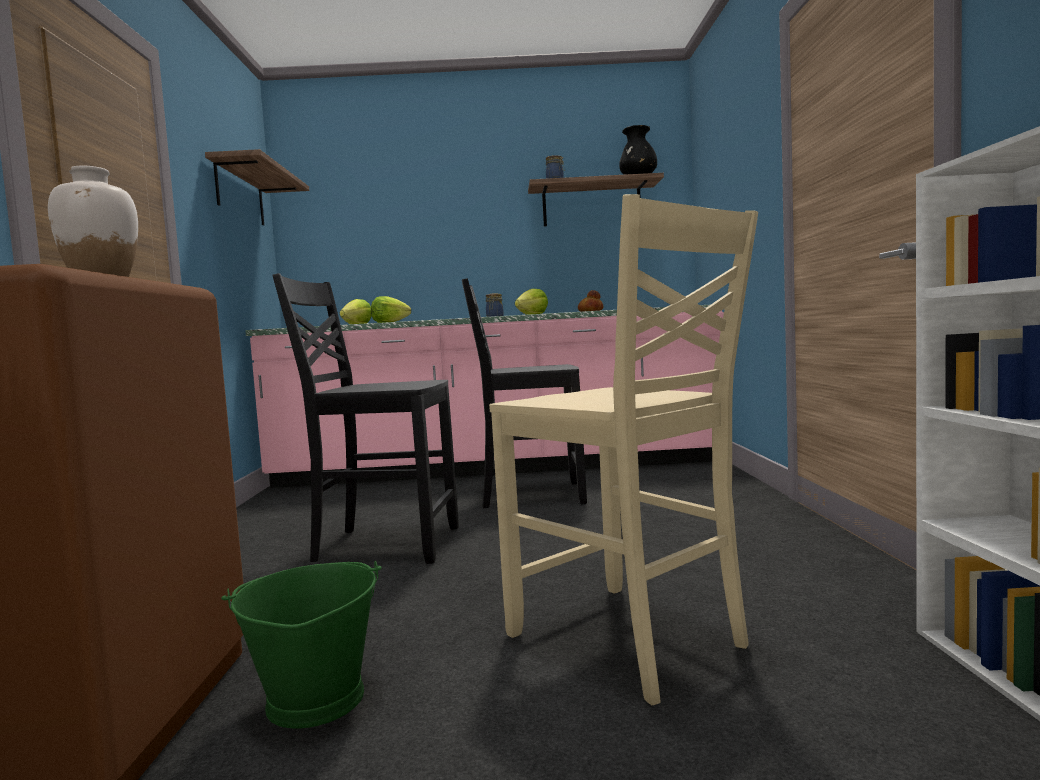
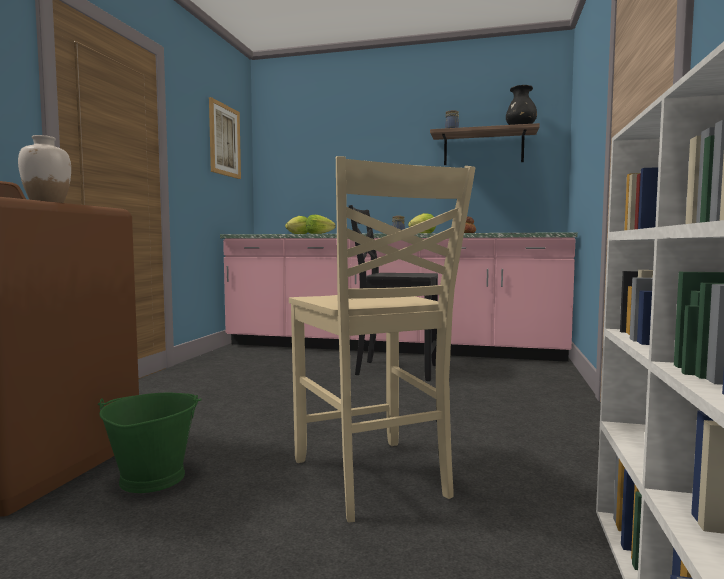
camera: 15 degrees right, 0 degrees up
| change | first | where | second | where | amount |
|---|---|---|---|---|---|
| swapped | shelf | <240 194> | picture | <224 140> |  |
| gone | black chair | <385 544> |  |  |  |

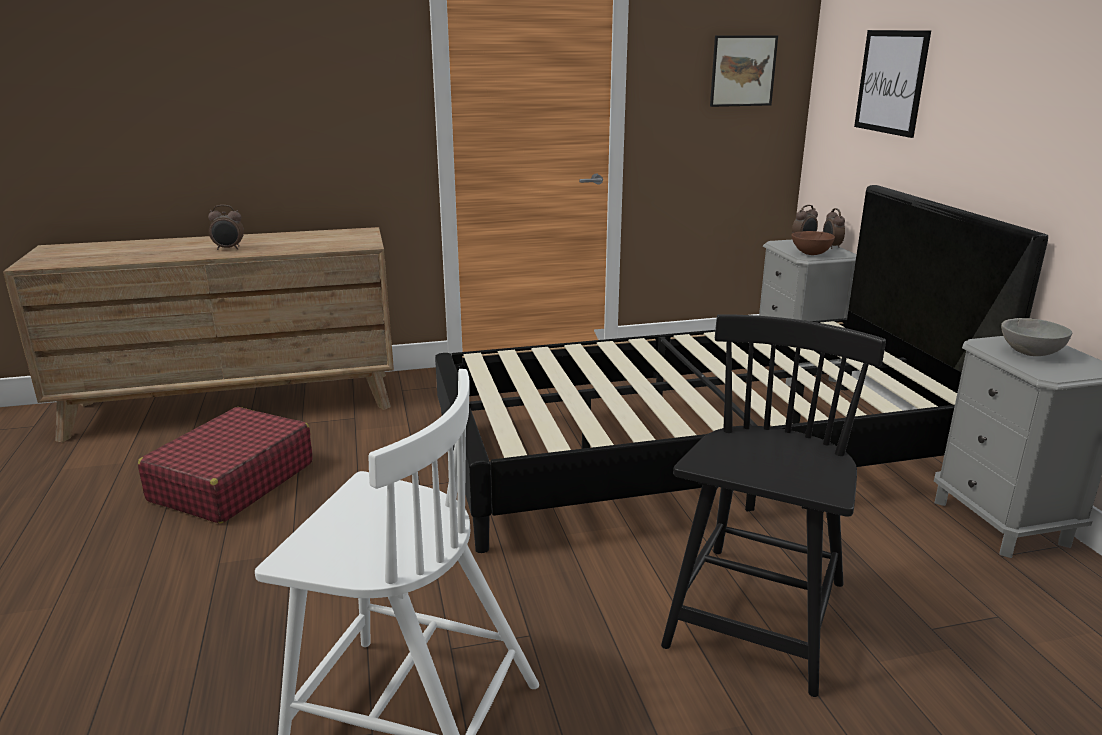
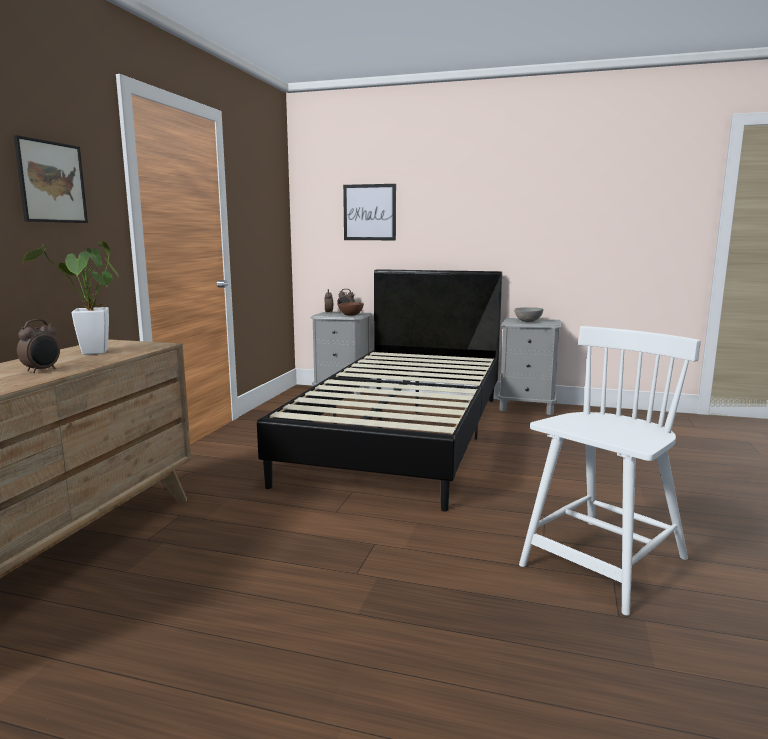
camera: 60 degrees left, 10 degrees down
| change | first | where | second | where | amount |
|---|---|---|---|---|---|
| shifted | picture | <743 71> |  | <51 182> |  |
| new |  |  | potted plant | <93 353> |  |
| gone | red suitcase | <232 482> |  |  |  |
| gone | black chair | <757 617> |  |  |  |

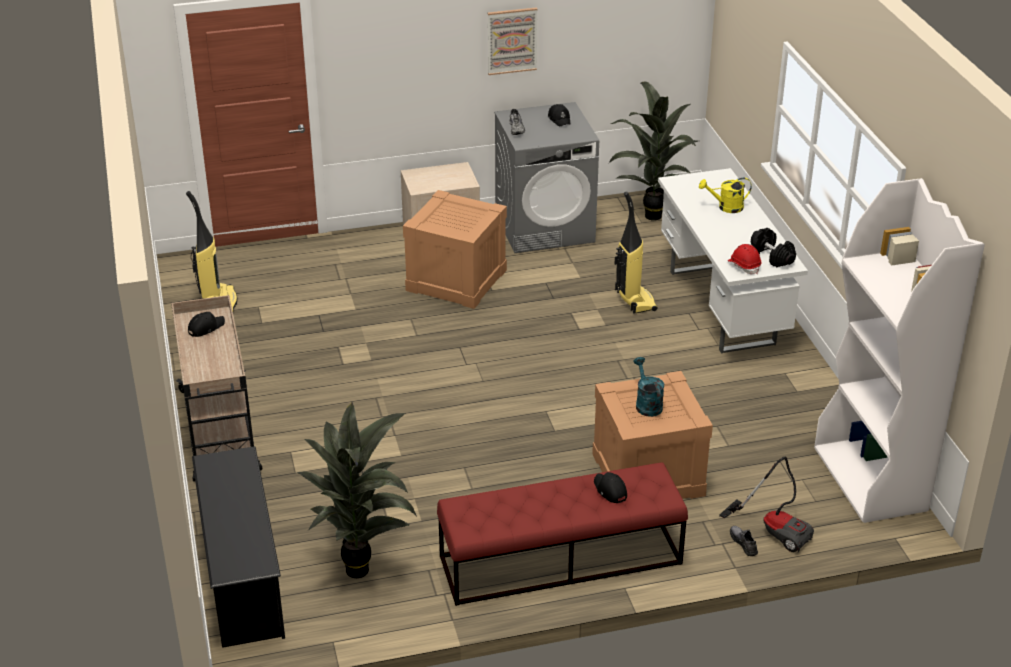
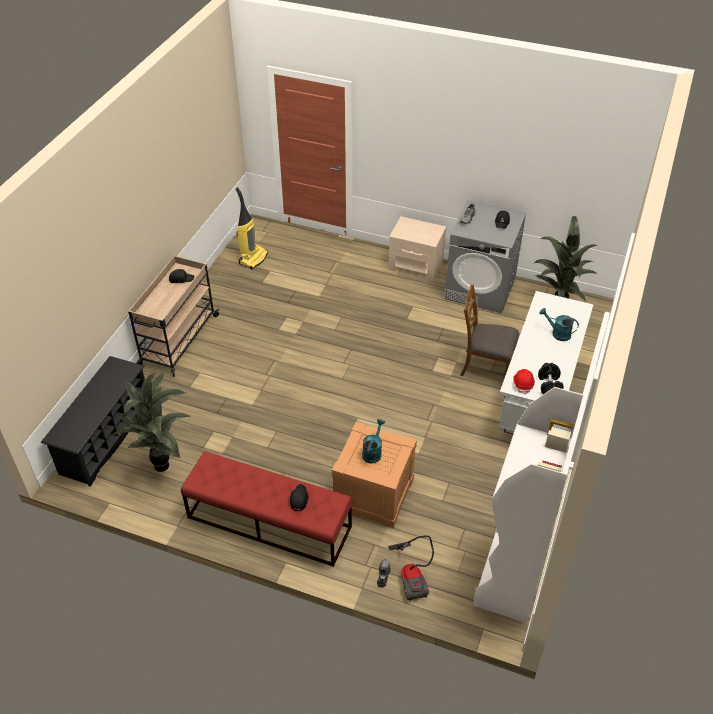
camera: 35 degrees right, 10 degrees up
| change | first | where | second | where | amount |
|---|---|---|---|---|---|
| swapped | vacuum cleaner | <634 300> | brown chair | <485 366> |  |
| repainted | yellow watering can | <726 207> | turquoise watering can | <557 333> |  |
| gone | crate | <457 280> |  |  |  |
| gone | picture | <512 40> |  |  |  |

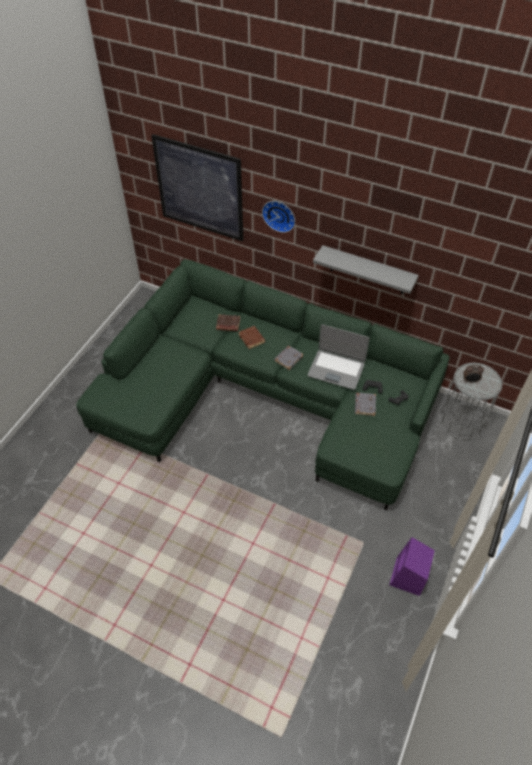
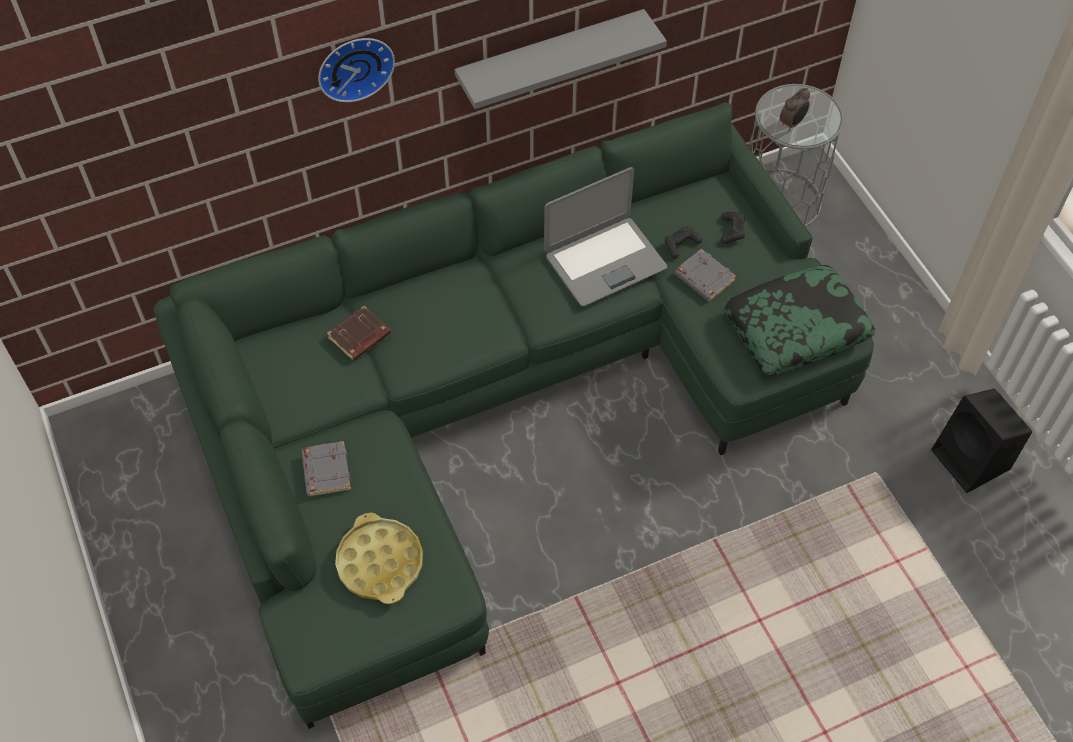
camera: 50 degrees left, 5 degrees up
| change | first | where | second | where | amount |
|---|---|---|---|---|---|
| shifted | grey book | <288 358> |  | <325 471> |  |
| new |  |  | yellow tray | <380 562> |  |
| new |  |  | pillow | <796 328> |  |
| repainted | purple speaker | <408 577> | black speaker | <972 461> |  |
| gone | picture | <199 188> |  |  |  |
| gone | brown book | <252 339> |  |  |  |

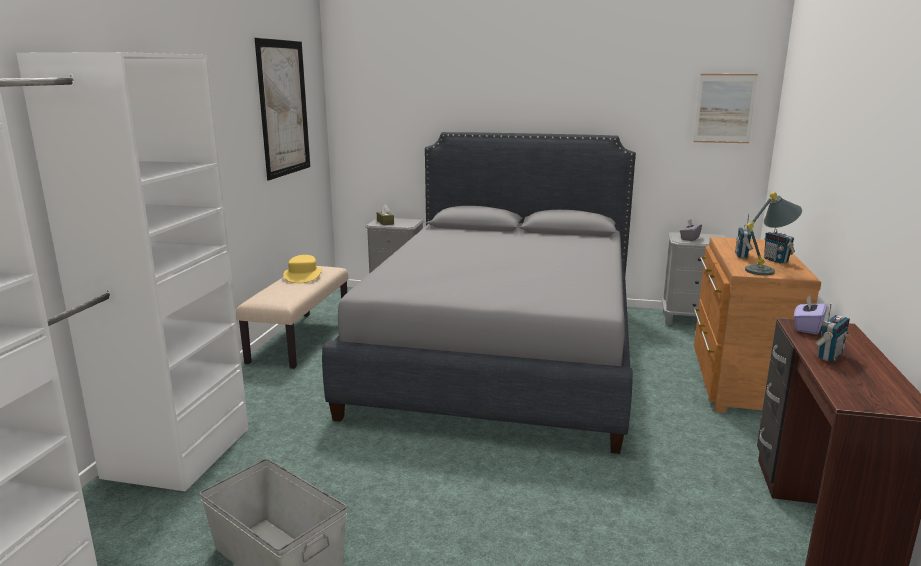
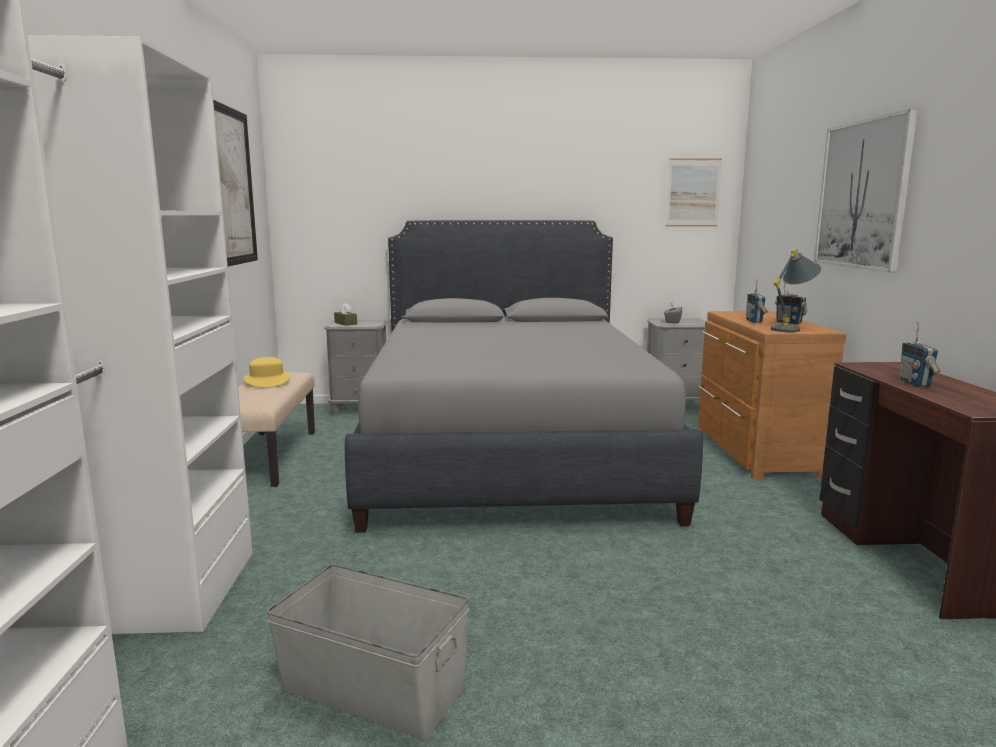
camera: 15 degrees left, 5 degrees down
| change | first | where | second | where | amount |
|---|---|---|---|---|---|
| new |  |  | picture | <862 195> |  |
| rotated | radio | <829 356> |  | <915 383> | 150 degrees clockwise |
| gone | purple tissue box | <807 327> |  |  |  |

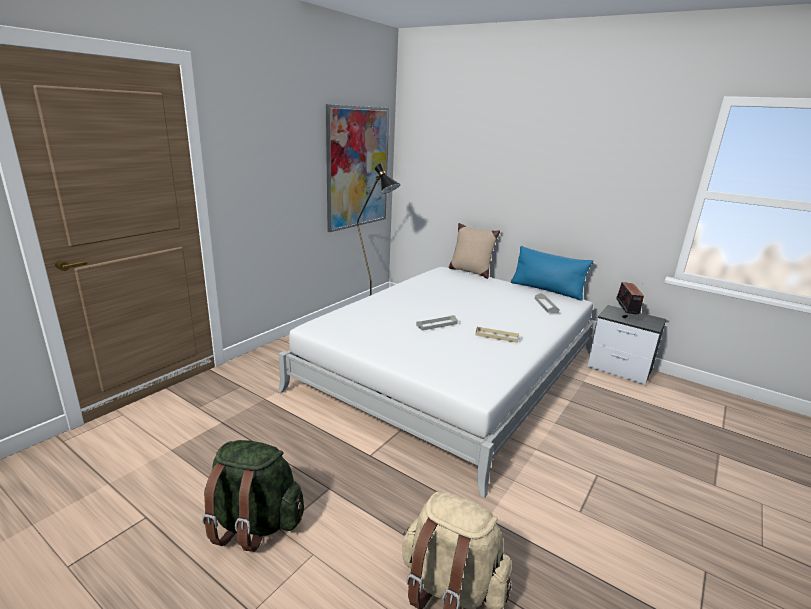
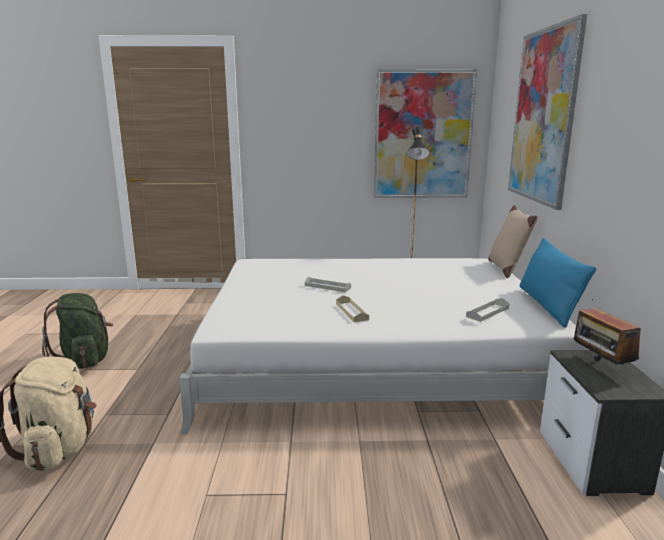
camera: 55 degrees right, 5 degrees down
| change | first | where | second | where | amount |
|---|---|---|---|---|---|
| new |  |  | picture | <543 116> |  |
| rotated | radio | <625 316> |  | <600 366> | 105 degrees clockwise |

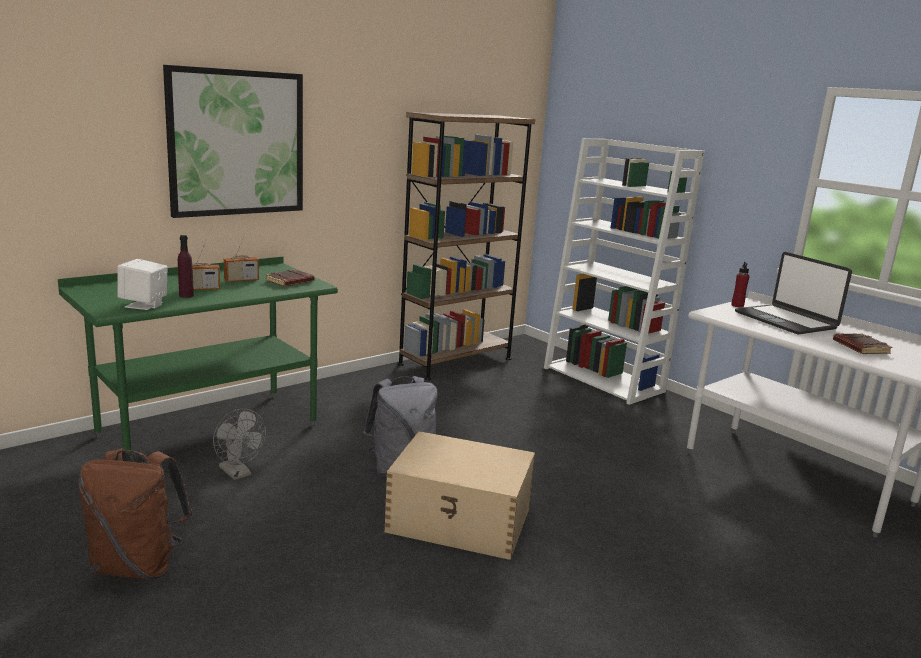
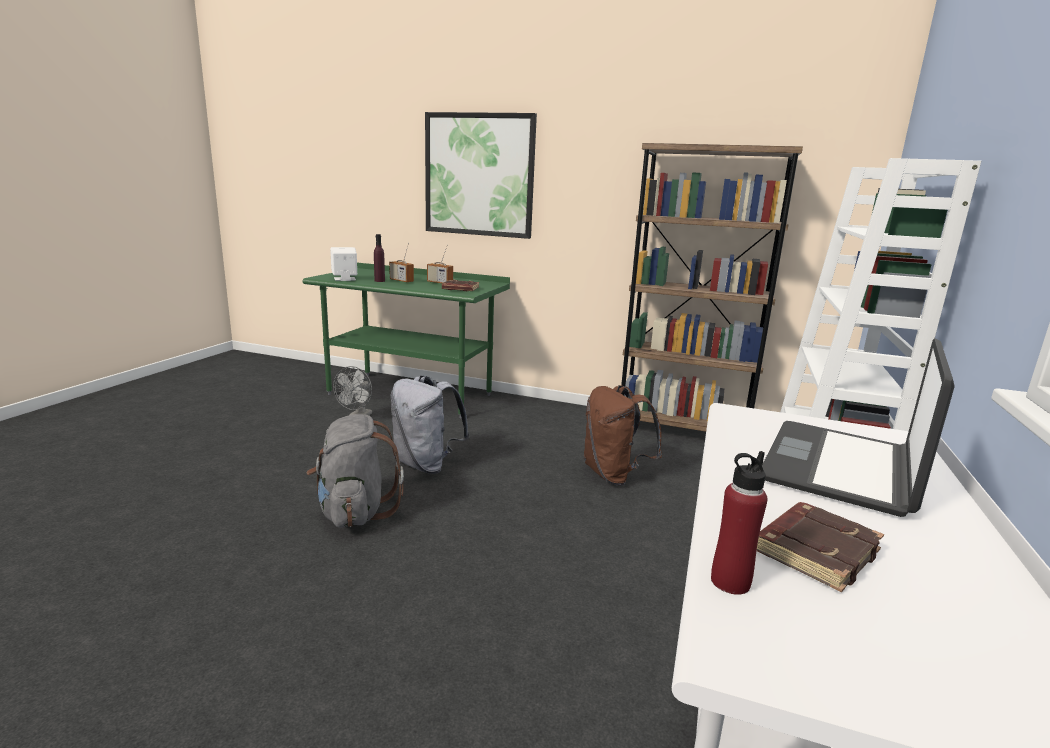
camera: 60 degrees right, 0 degrees up
| change | first | where | second | where | amount |
|---|---|---|---|---|---|
| swapped | beige storage box | <460 521> | grey backpack | <355 512> |  |
| shifted | brown backpack | <138 566> |  | <614 475> |  |
| shifted | red bottle | <737 305> |  | <730 582> |  |

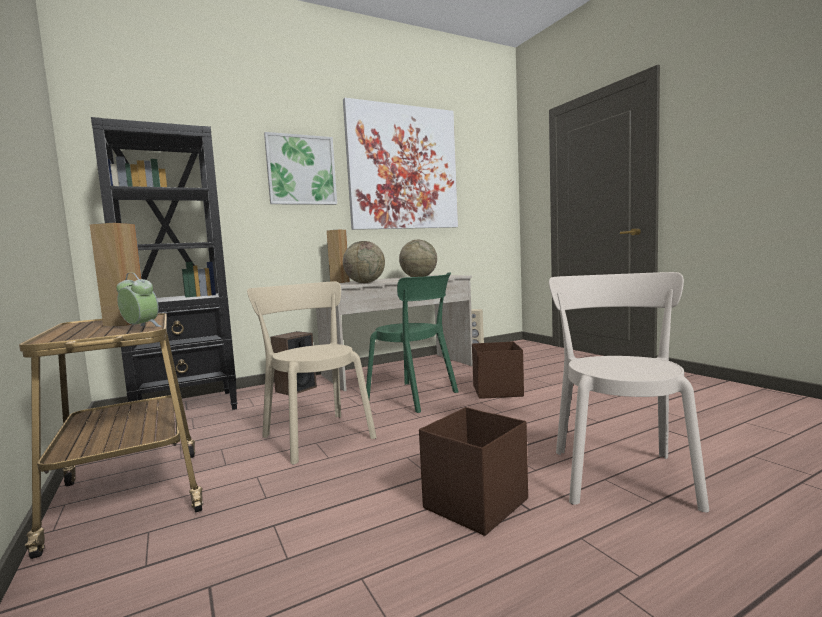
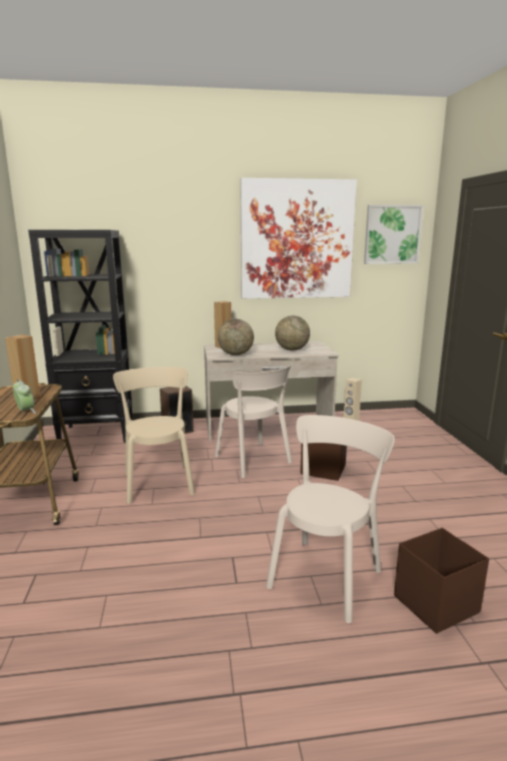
camera: 20 degrees right, 10 degrees up
| change | first | where | second | where | amount |
|---|---|---|---|---|---|
| repainted | green chair | <416 397> | beige chair | <254 461> |  |
| shifted | picture | <301 170> |  | <392 234> |  |
| shifted | brown storage box | <474 504> |  | <434 604> |  |

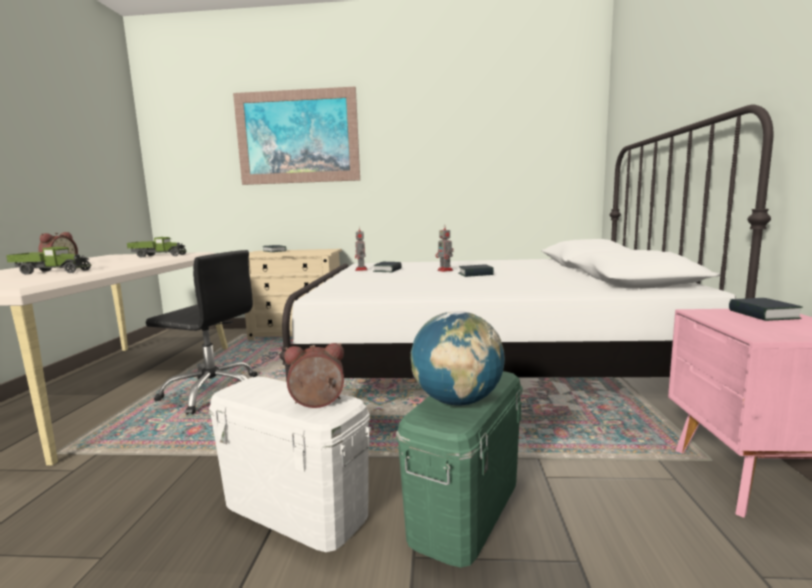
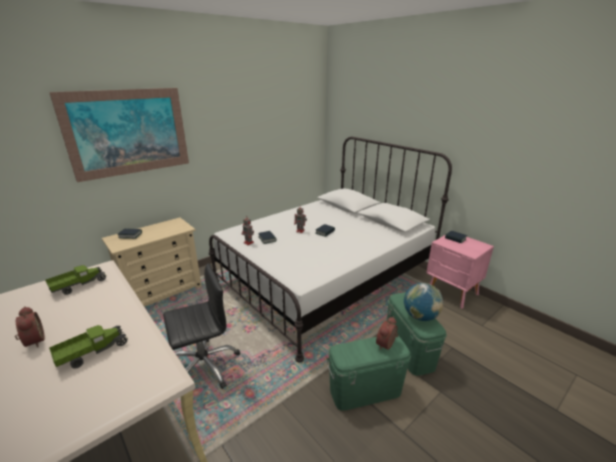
camera: 45 degrees left, 15 degrees up
| change | first | where | second | where | amount |
|---|---|---|---|---|---|
| repainted | white storage box | <294 508> | green storage box | <365 391> |  |

